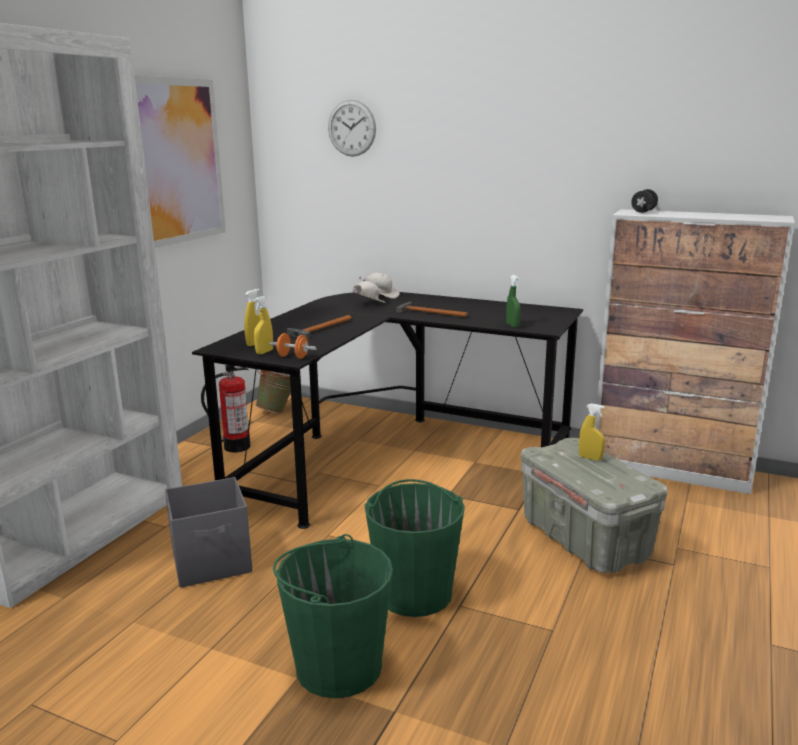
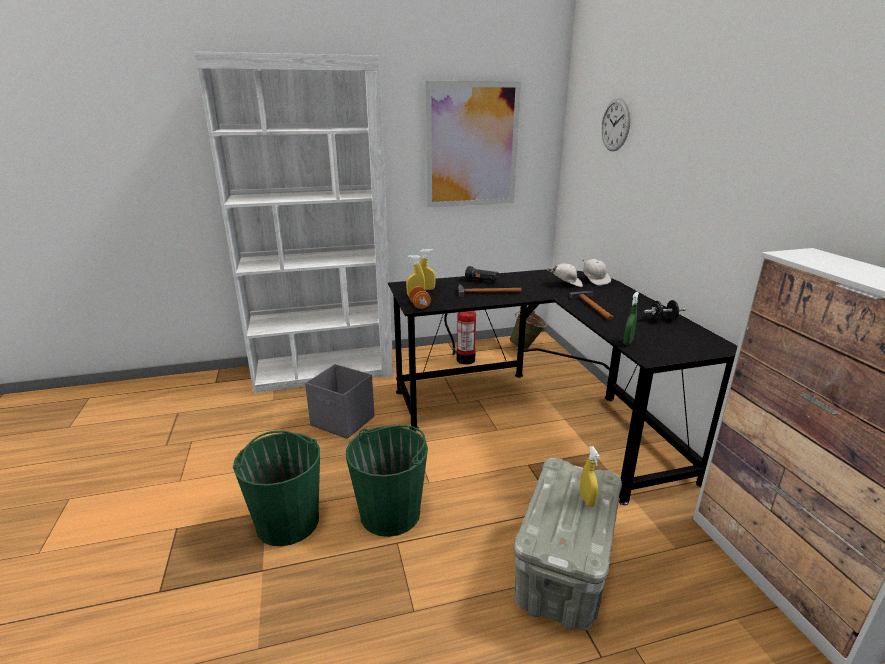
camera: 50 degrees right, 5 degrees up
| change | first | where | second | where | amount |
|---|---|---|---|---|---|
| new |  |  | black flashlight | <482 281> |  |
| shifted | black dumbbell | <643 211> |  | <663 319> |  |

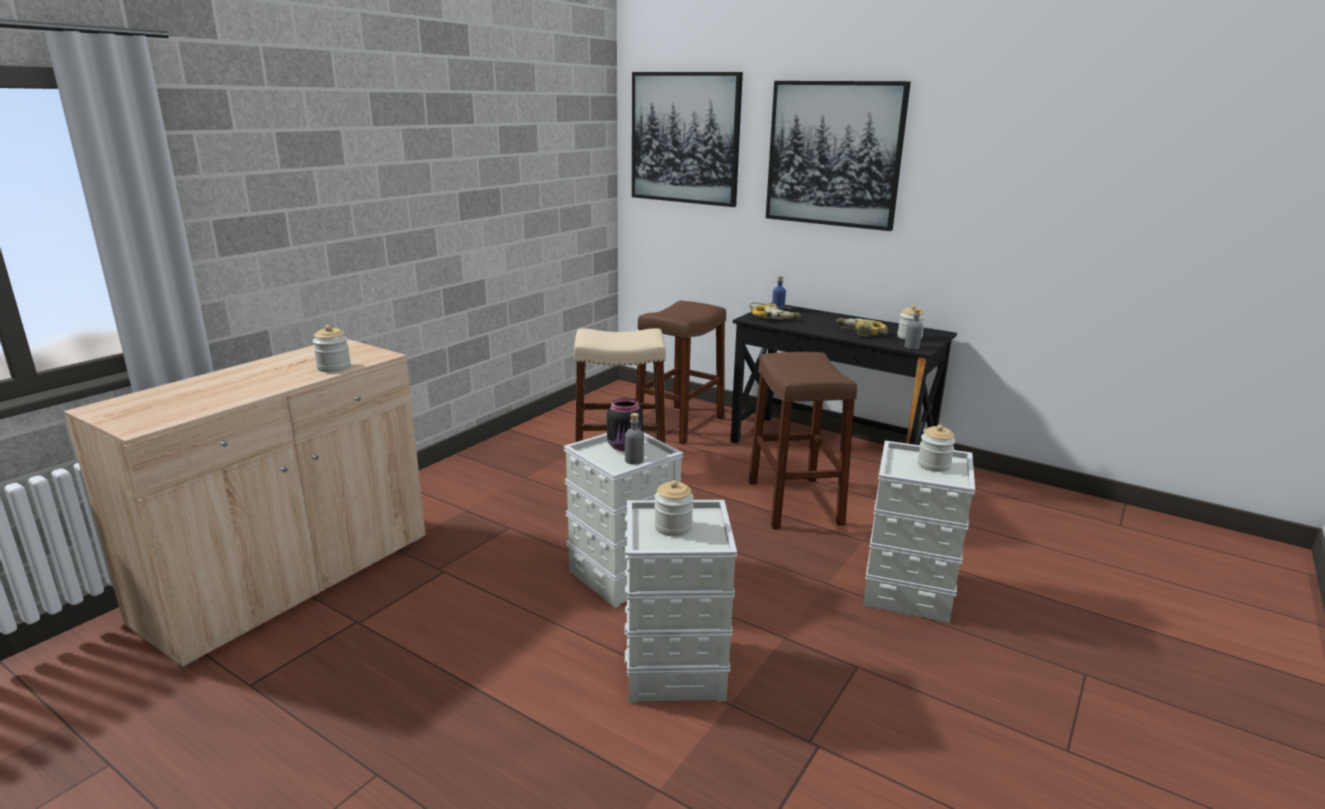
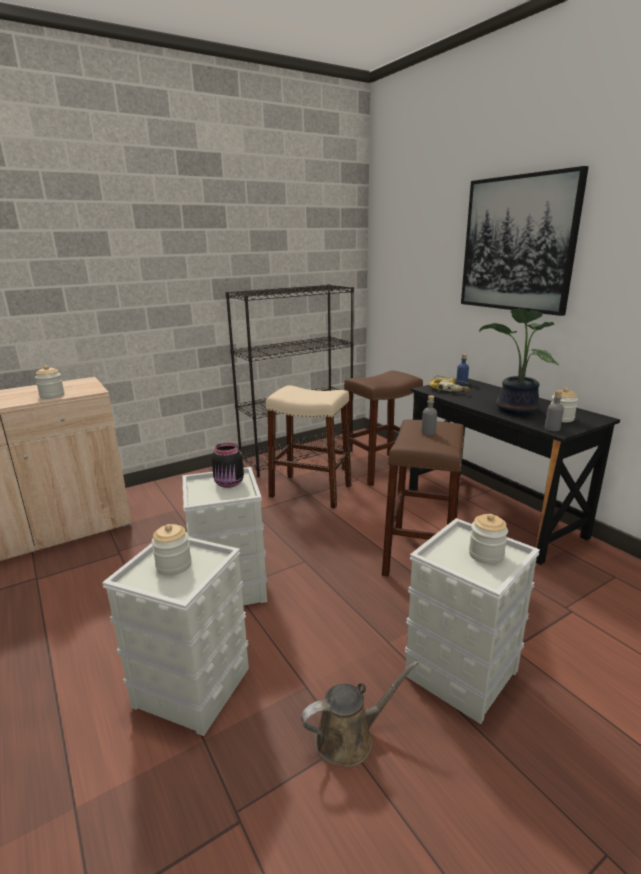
camera: 25 degrees right, 0 degrees up
| change | first | where | second | where | amount |
|---|---|---|---|---|---|
| new |  |  | black bookcase | <297 456> |  |
| new |  |  | brown watering can | <350 738> |  |
| shifted | grey bottle | <634 460> |  | <428 432> |  |
| swapped | power drill | <861 333> | potted plant | <514 410> |  |
| gone | picture | <685 138> |  |  |  |

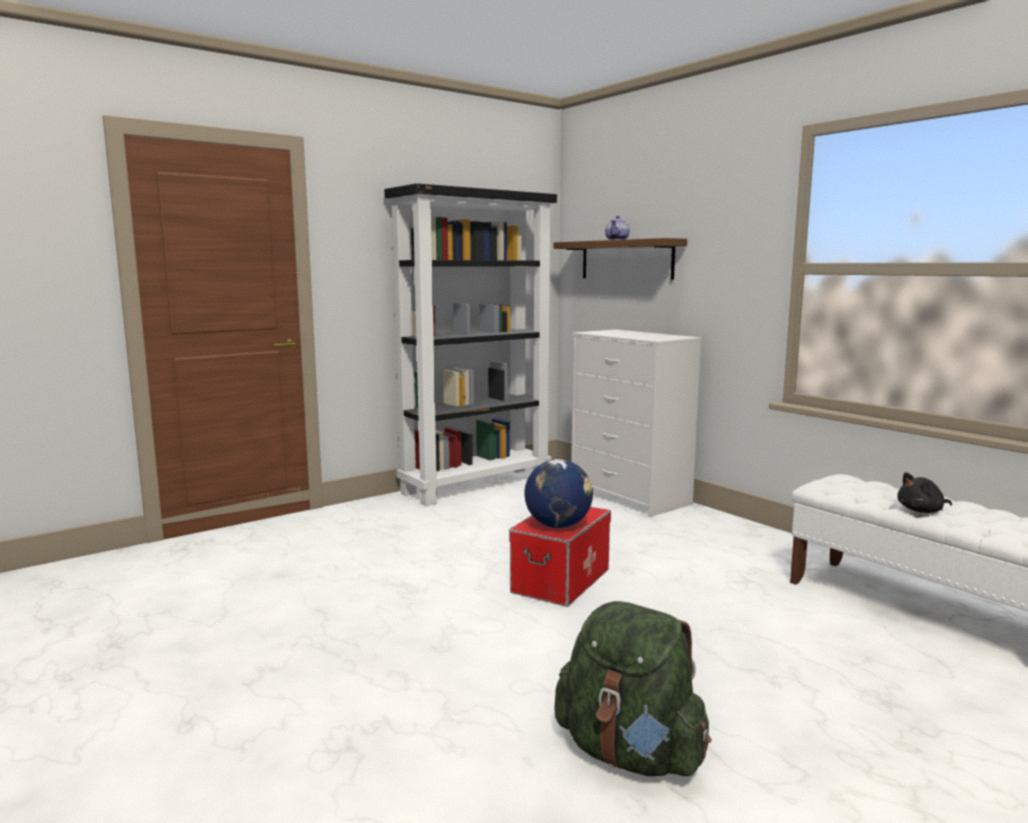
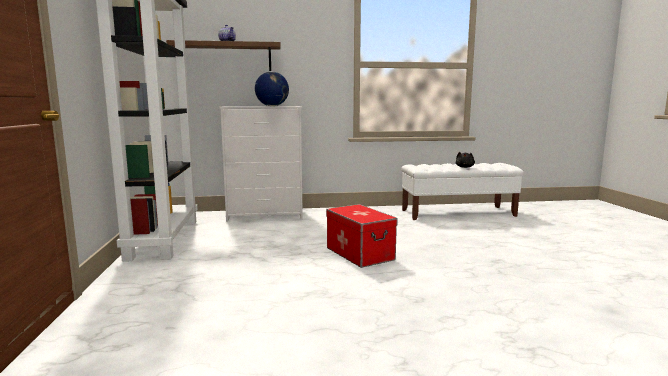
camera: 60 degrees left, 0 degrees up
| change | first | where | second | where | amount |
|---|---|---|---|---|---|
| shifted | globe | <558 525> |  | <272 106> |  |
| gone | green backpack | <630 753> |  |  |  |

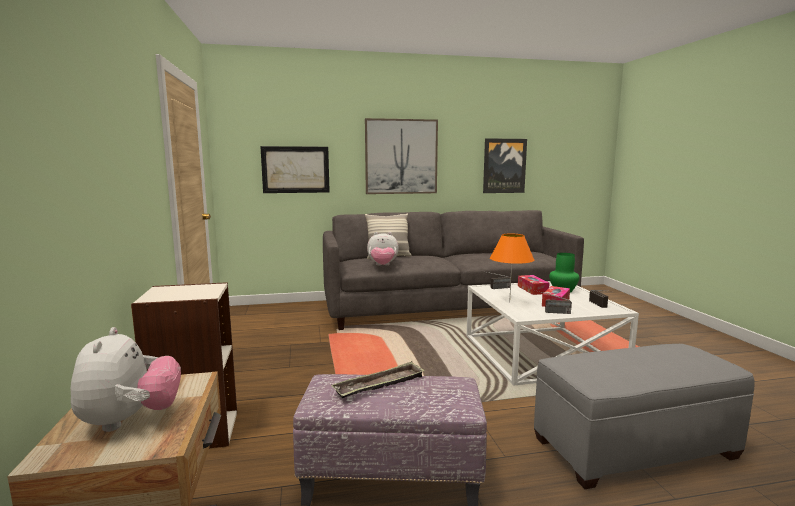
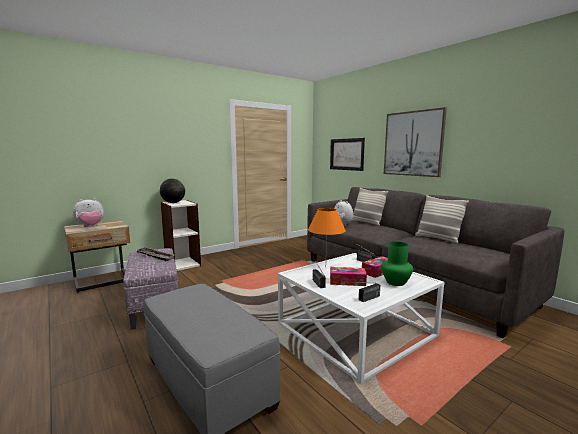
camera: 65 degrees right, 0 degrees up
| change | first | where | second | where | amount |
|---|---|---|---|---|---|
| new |  |  | globe | <173 203> |  |
| new |  |  | pillow | <438 239> |  |
| gone | picture | <504 166> |  |  |  |

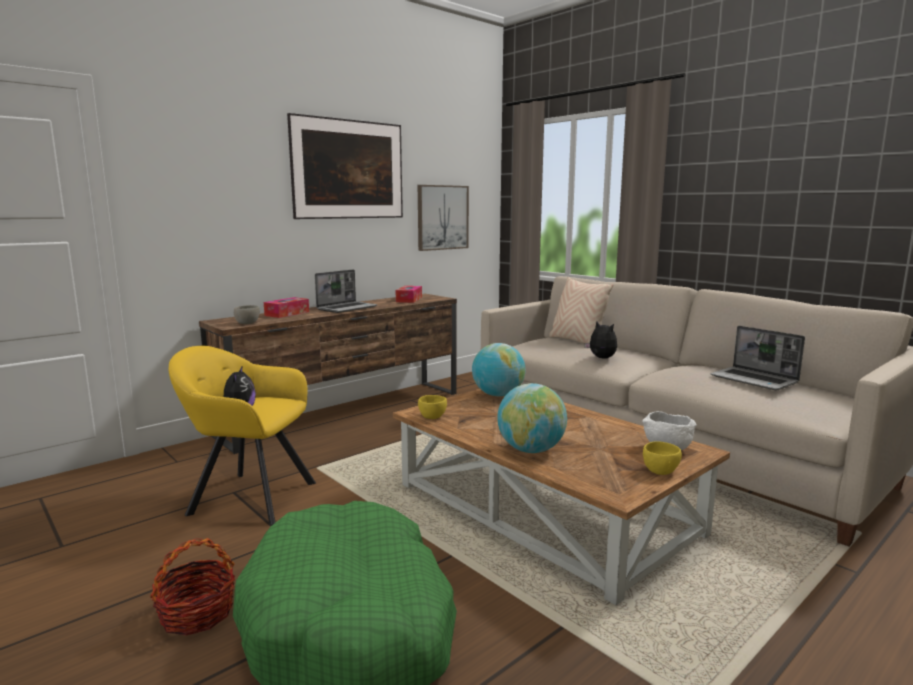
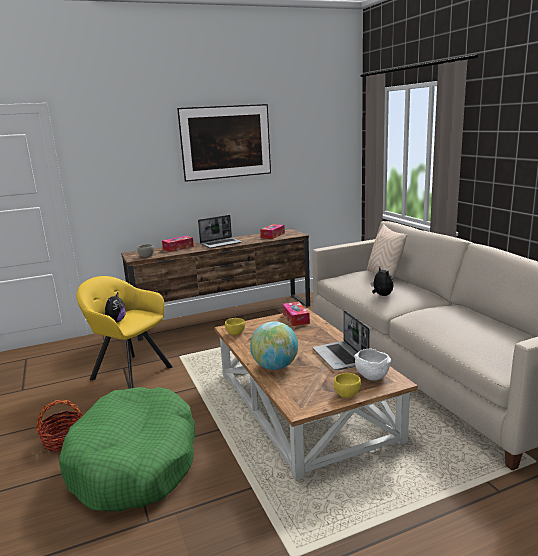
camera: 20 degrees right, 5 degrees up
| change | first | where | second | where | amount |
|---|---|---|---|---|---|
| swapped | globe | <498 395> | tissue box | <296 318> |  |
| shifted | laptop | <755 380> |  | <341 357> |  |
| gone | picture | <442 217> |  |  |  |

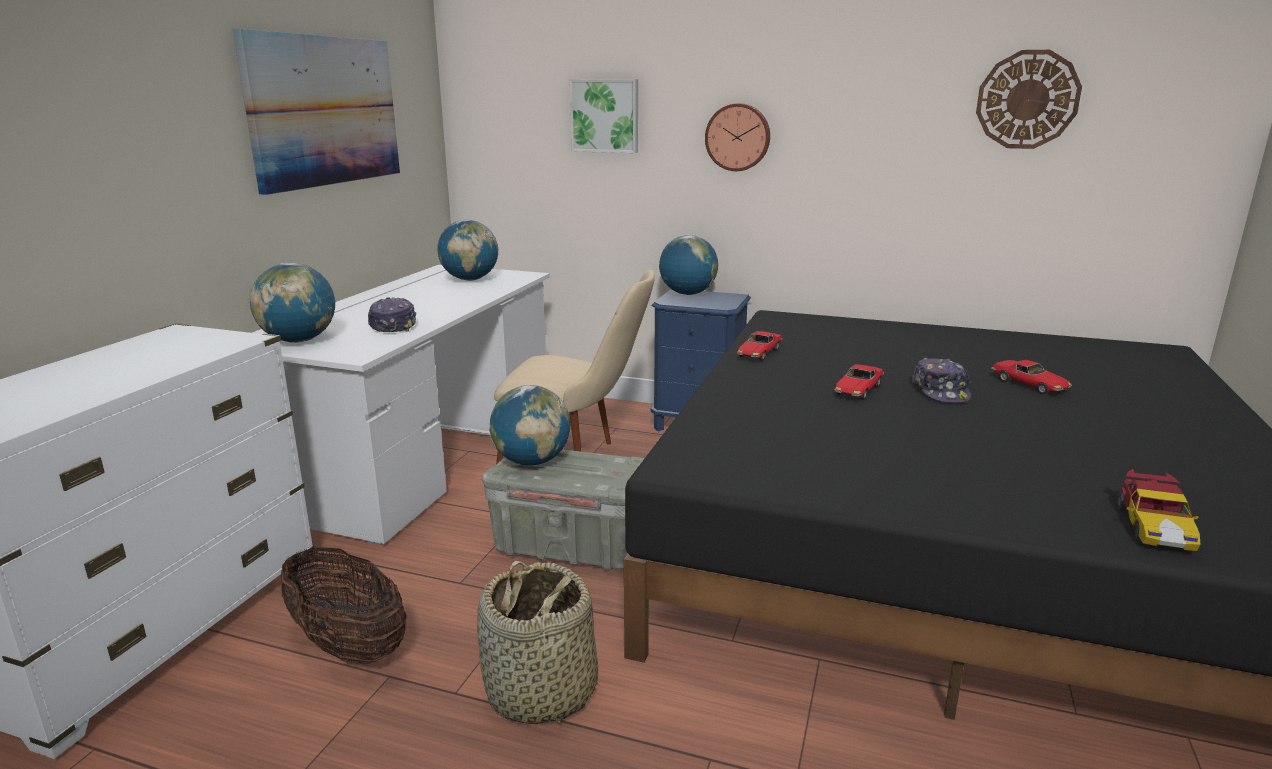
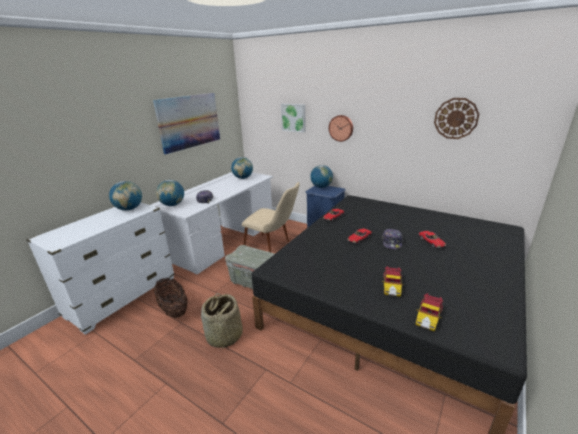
camera: 15 degrees right, 5 degrees up
| change | first | where | second | where | amount |
|---|---|---|---|---|---|
| shifted | globe | <532 462> |  | <129 209> |  |
| new |  |  | toy car | <392 286> |  |

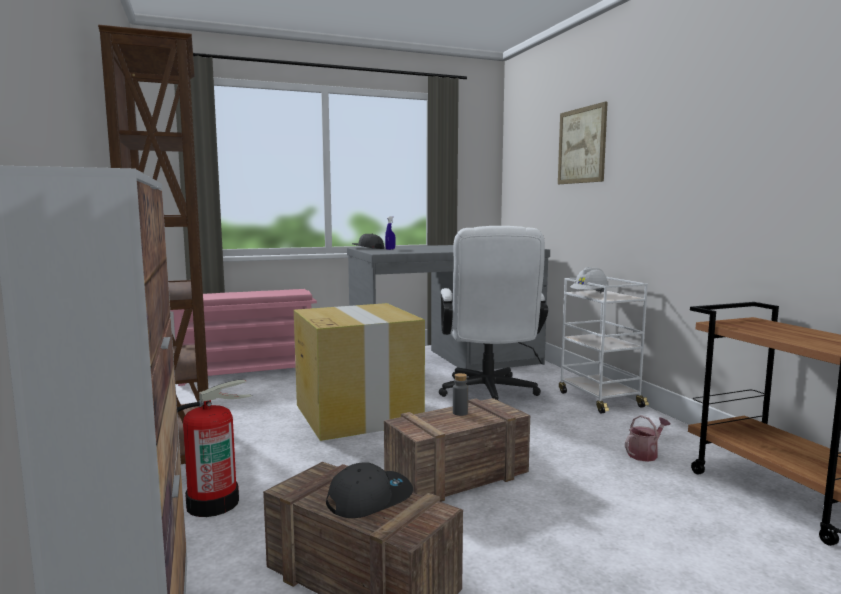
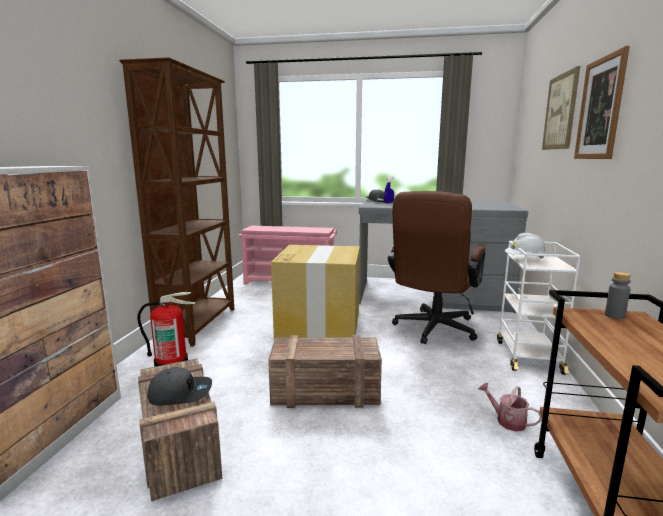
camera: 30 degrees right, 5 degrees up
| change | first | where | second | where | amount |
|---|---|---|---|---|---|
| repainted | white office chair | <488 394> | brown office chair | <432 330> |  |
| rotated | watering can | <645 454> |  | <507 420> | 135 degrees counterclockwise |
| new |  |  | picture | <600 109> |  |
| shifted | grey bottle | <460 413> |  | <614 316> |  |

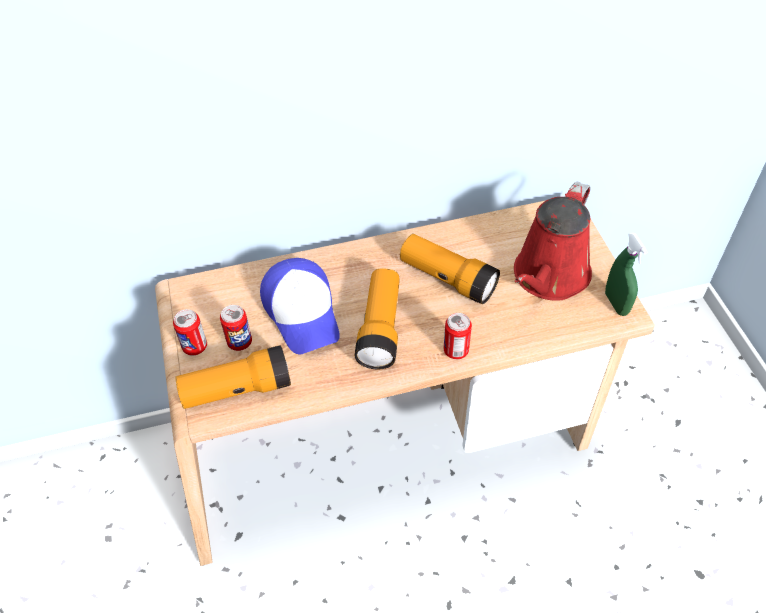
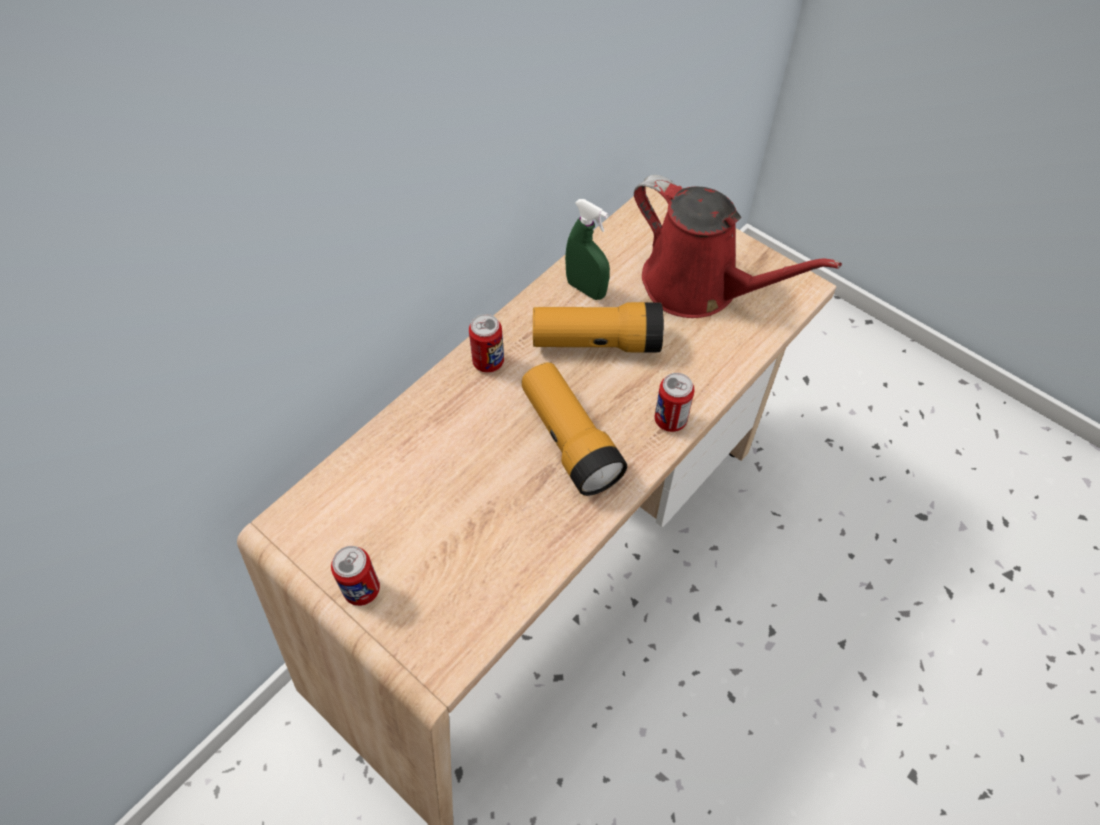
camera: 35 degrees left, 5 degrees up
| change | first | where | second | where | amount |
|---|---|---|---|---|---|
| shifted | can | <239 342> |  | <488 362> |  |
| shifted | green spray bottle | <616 303> |  | <586 289> |  |
| rotated | red watering can | <548 277> |  | <698 287> | 45 degrees counterclockwise |
| gone | flashlight | <237 390> |  |  |  |
| gone | cap | <303 312> |  |  |  |

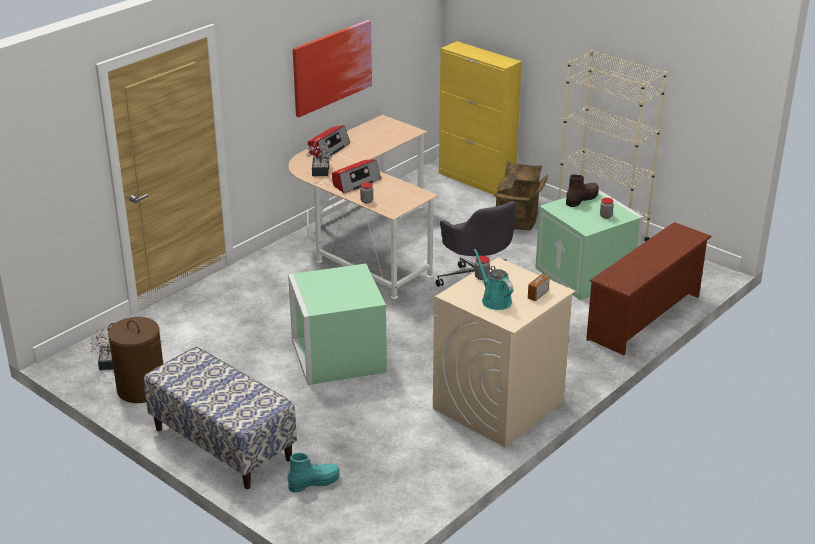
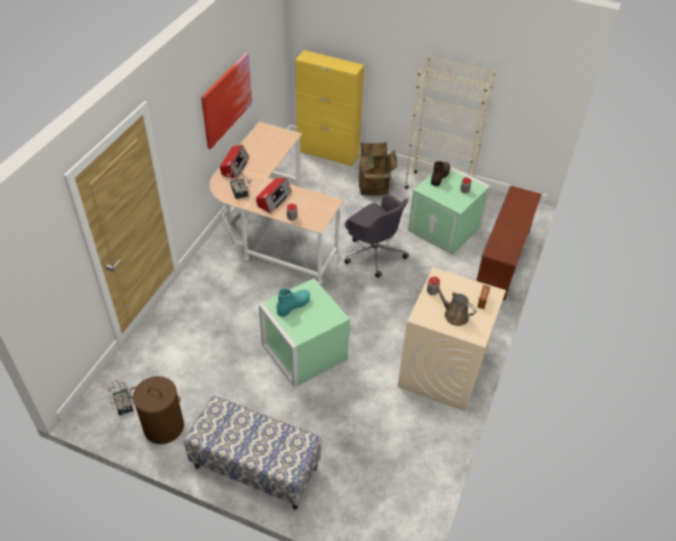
camera: 20 degrees left, 15 degrees up
| change | first | where | second | where | amount |
|---|---|---|---|---|---|
| shifted | turquoise boot | <314 482> |  | <293 305> |  |
| repainted | turquoise watering can | <494 300> | brown watering can | <454 315> |  |

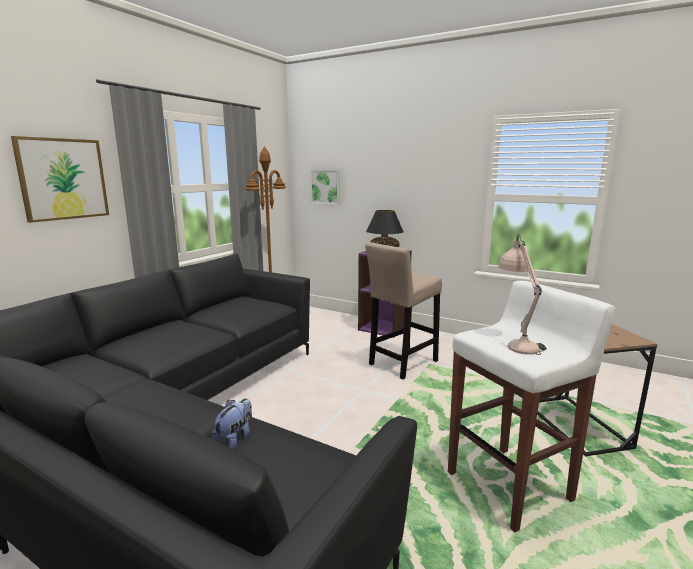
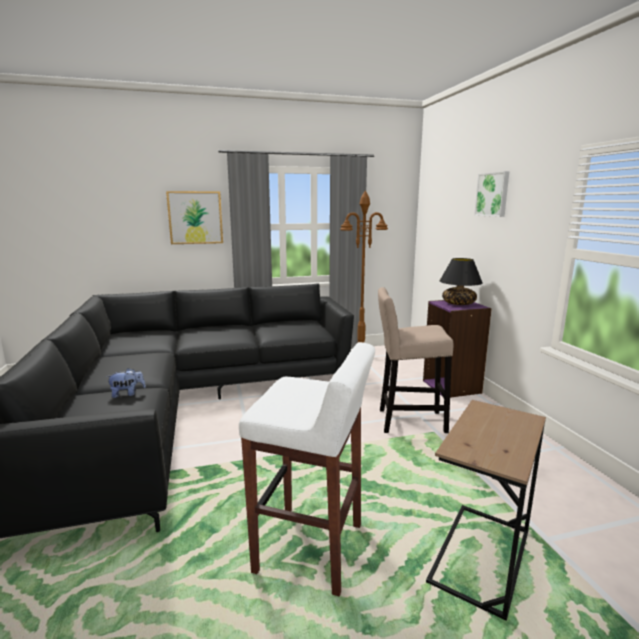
camera: 45 degrees right, 0 degrees up
| change | first | where | second | where | amount |
|---|---|---|---|---|---|
| shifted | picture | <326 187> |  | <493 194> |  |
| gone | beige table lamp | <516 341> |  |  |  |

